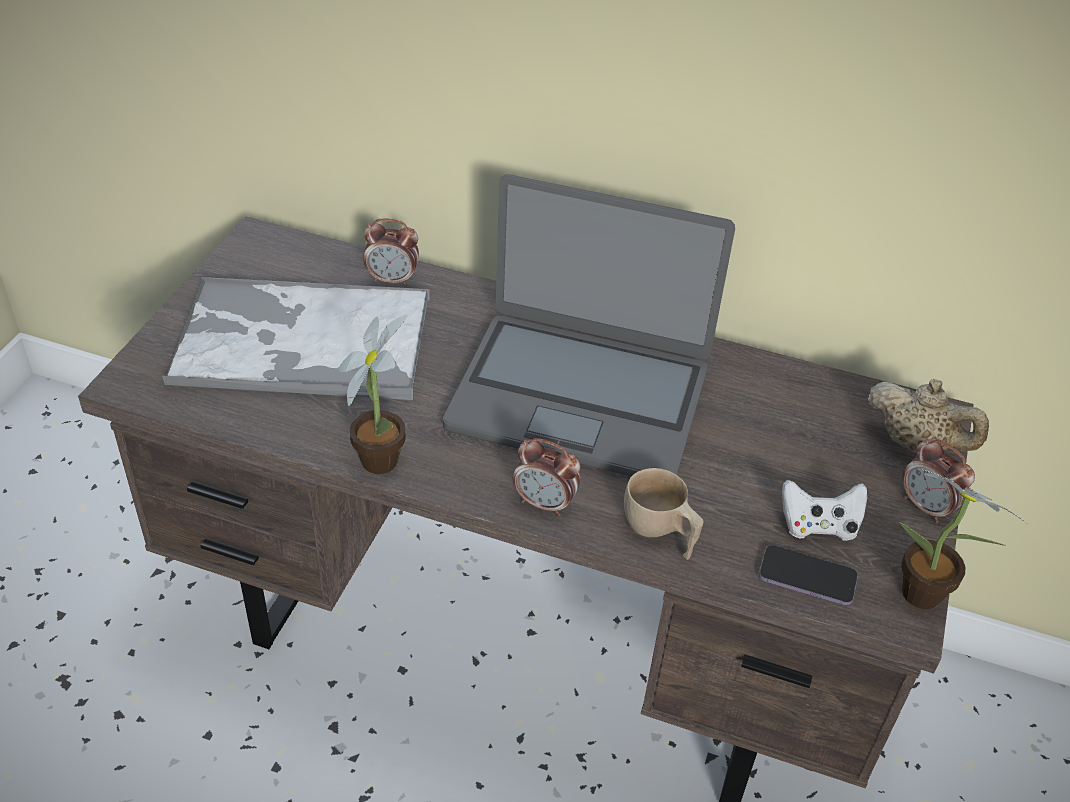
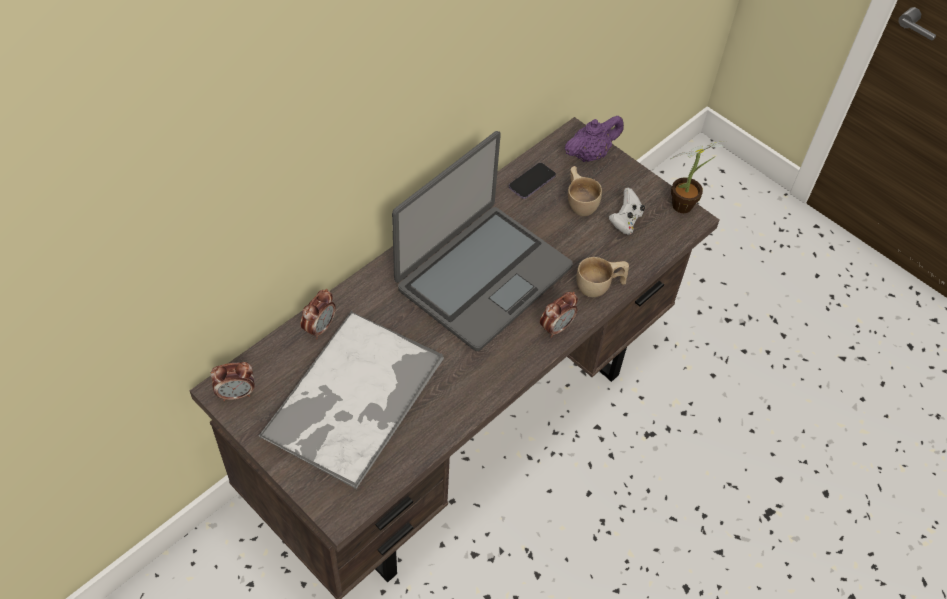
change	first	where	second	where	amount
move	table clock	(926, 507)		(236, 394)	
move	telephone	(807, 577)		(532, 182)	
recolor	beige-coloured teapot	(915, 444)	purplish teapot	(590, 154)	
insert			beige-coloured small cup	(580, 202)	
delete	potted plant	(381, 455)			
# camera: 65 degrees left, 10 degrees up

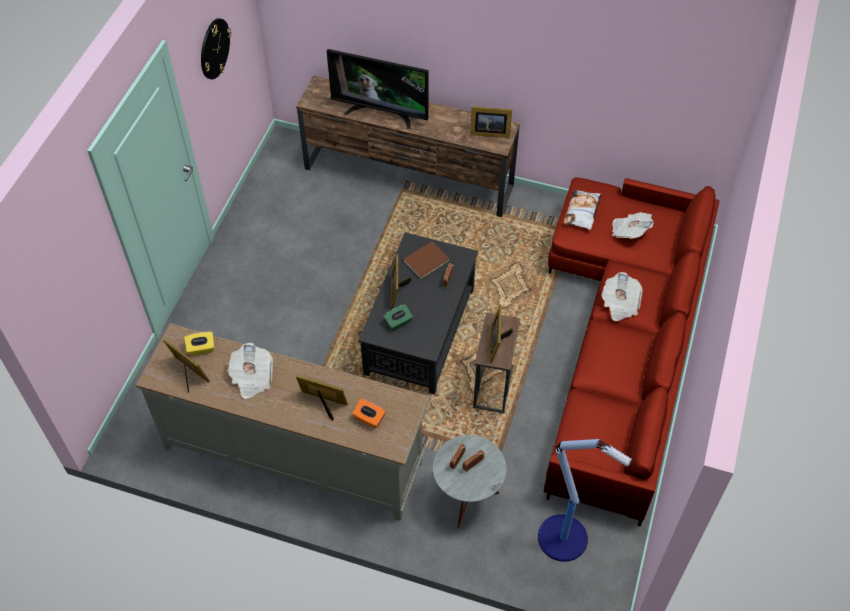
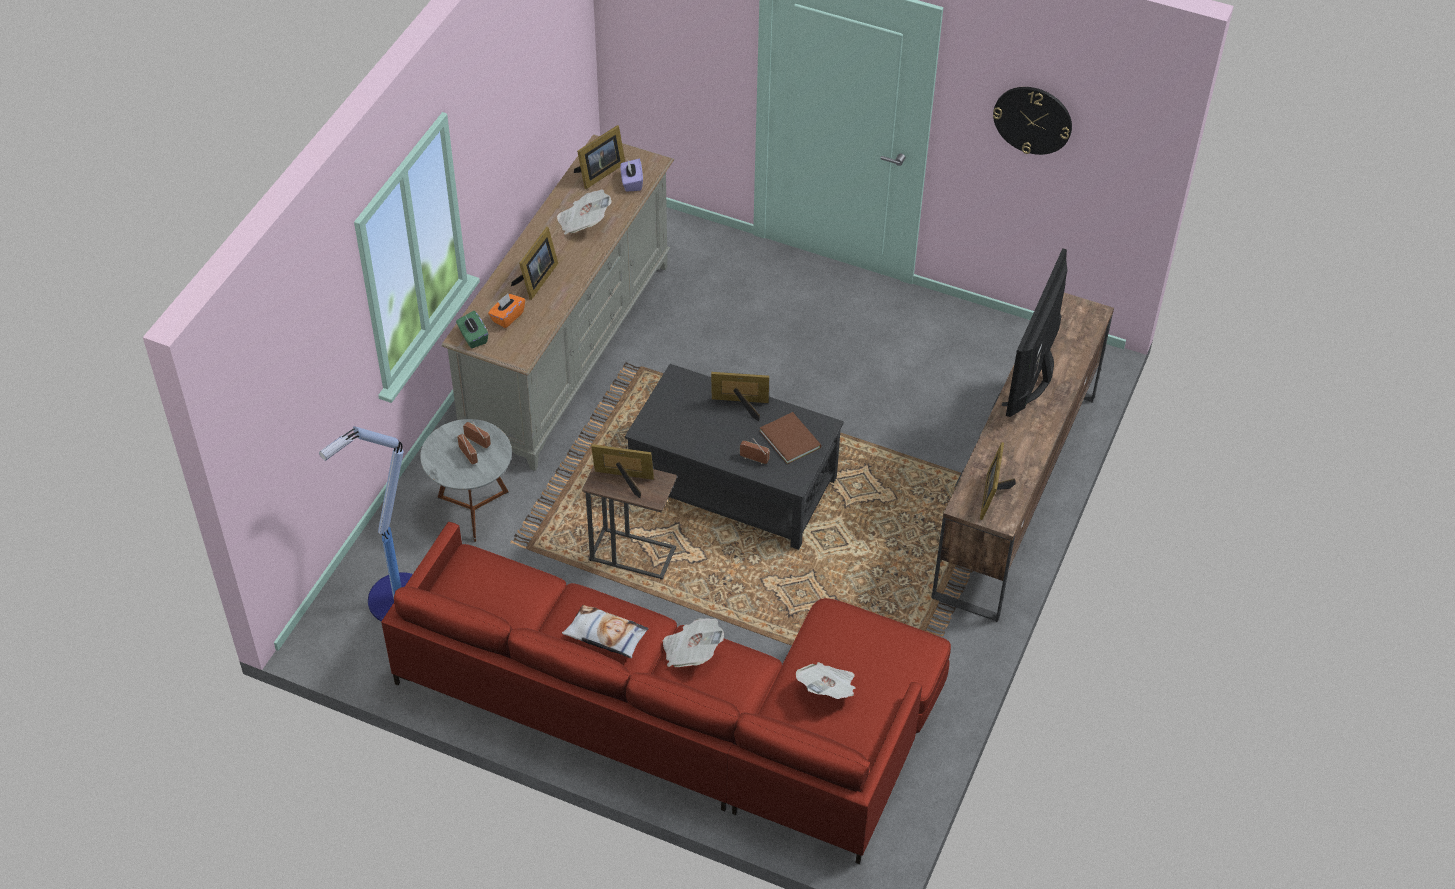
change	first	where	second	where	amount
move	green-coloured box of tissues	(398, 322)		(473, 337)	
move	pillow	(582, 212)		(605, 635)	
recolor	yellowish box of tissues	(201, 349)	purplish box of tissues	(631, 182)	
# camera: 95 degrees right, 5 degrees down

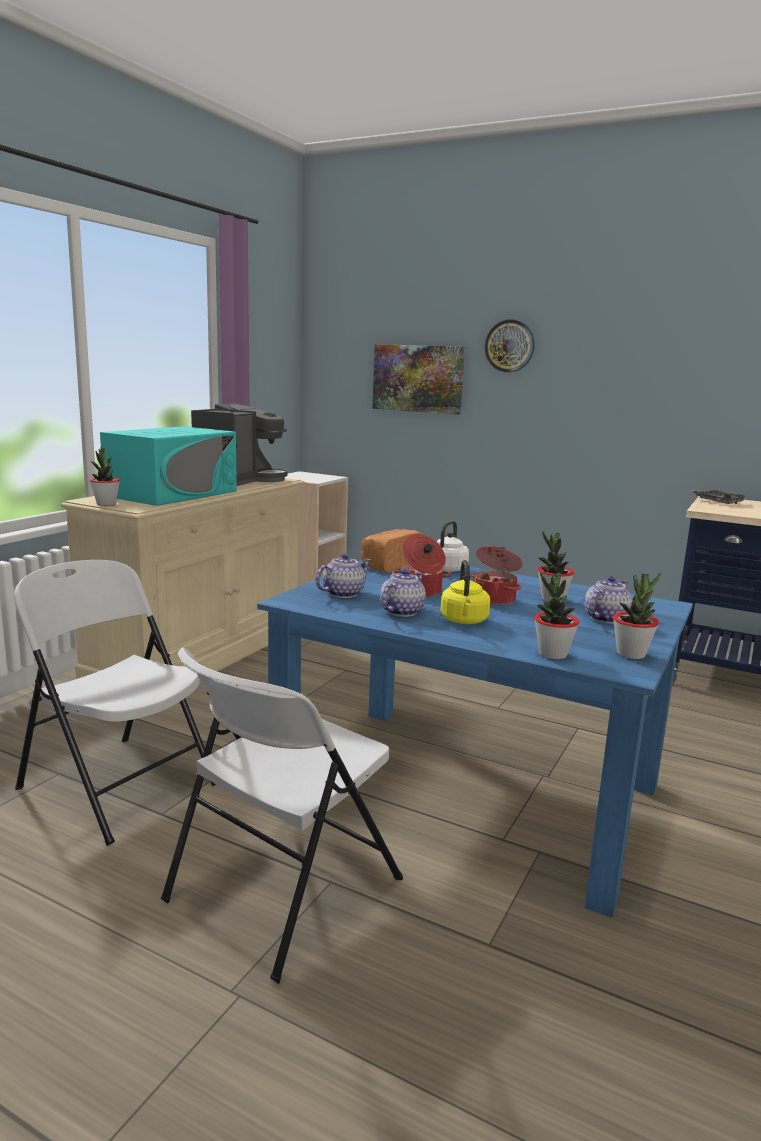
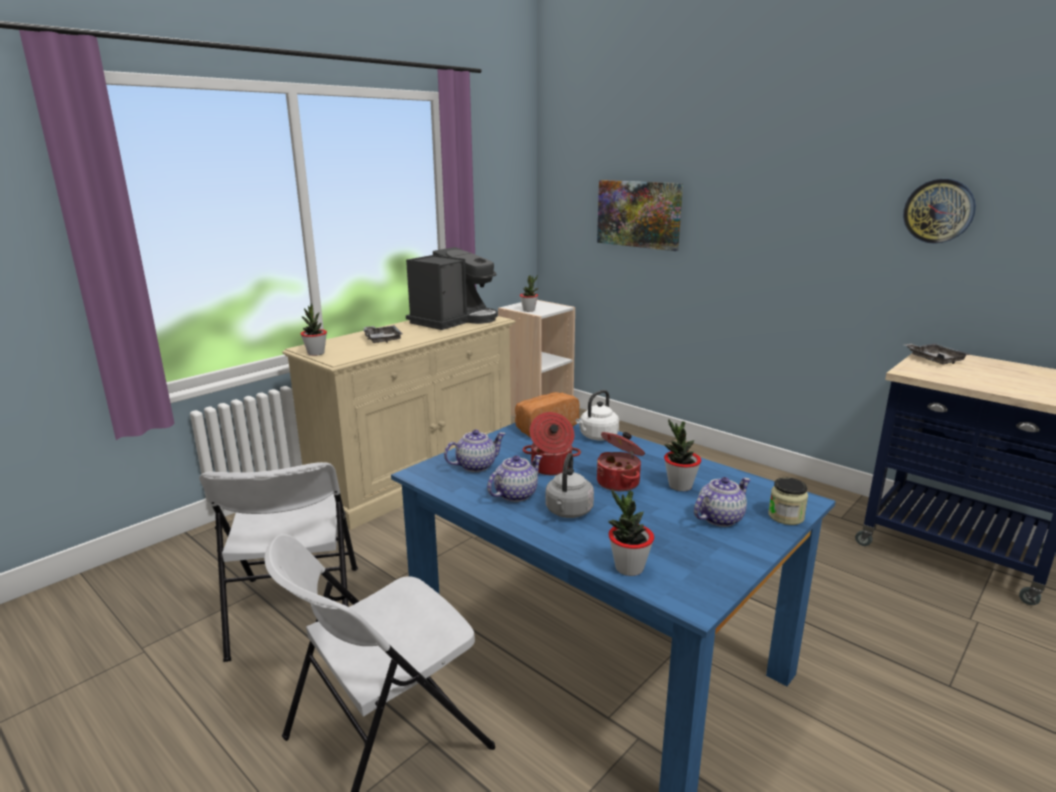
change	first	where	second	where	amount
rotate	whitish plain chair	(119, 786)		(296, 611)	150 degrees counterclockwise
replace	turquoise kitchen microwave	(173, 493)	greyish carrying tray	(382, 339)	
move	potted plant	(631, 654)		(529, 310)	
recolor	yellowish water kettle	(464, 621)	greyish water kettle	(568, 512)	
insert			preserve jar	(786, 516)	
move	wall clock	(509, 346)		(939, 211)	
# camera: 15 degrees right, 5 degrees up

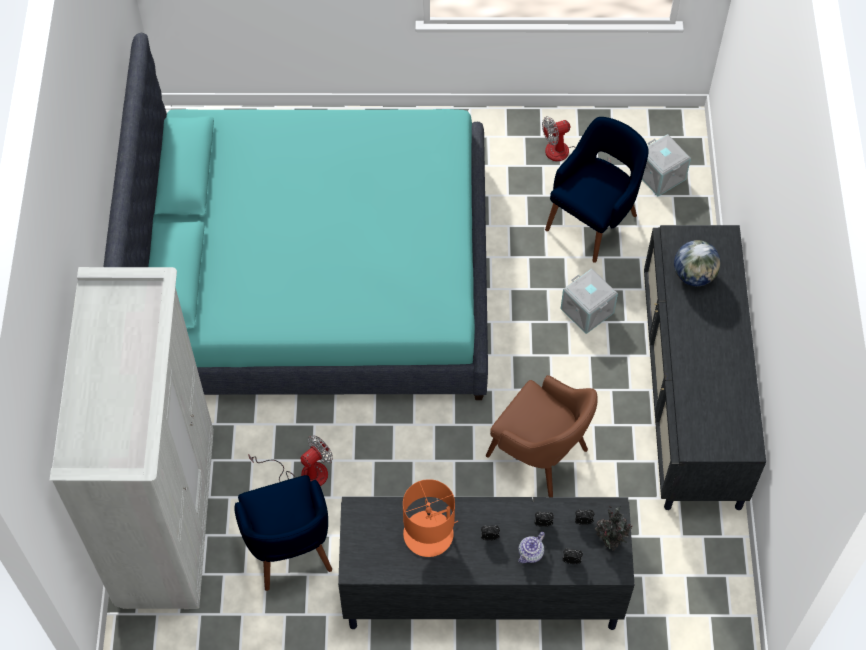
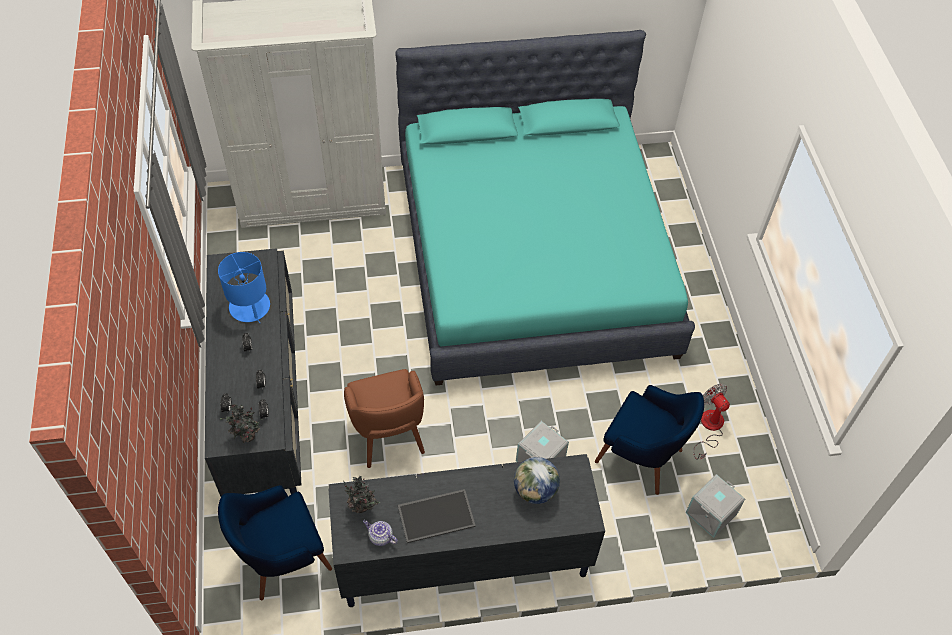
change	first	where	second	where	amount
recolor	orangey table lamp	(429, 534)	blue-coloured table lamp	(250, 307)	
move	blue-coloured lounge chair	(289, 547)		(282, 558)	
insert			potted plant	(362, 506)	
rotate	brownish lounge chair	(539, 454)		(388, 433)	45 degrees counterclockwise
move	teapot	(530, 554)		(380, 537)	
insert			carrying tray	(436, 515)	
delete	fan	(304, 473)			
# camera: 80 degrees right, 5 degrees down

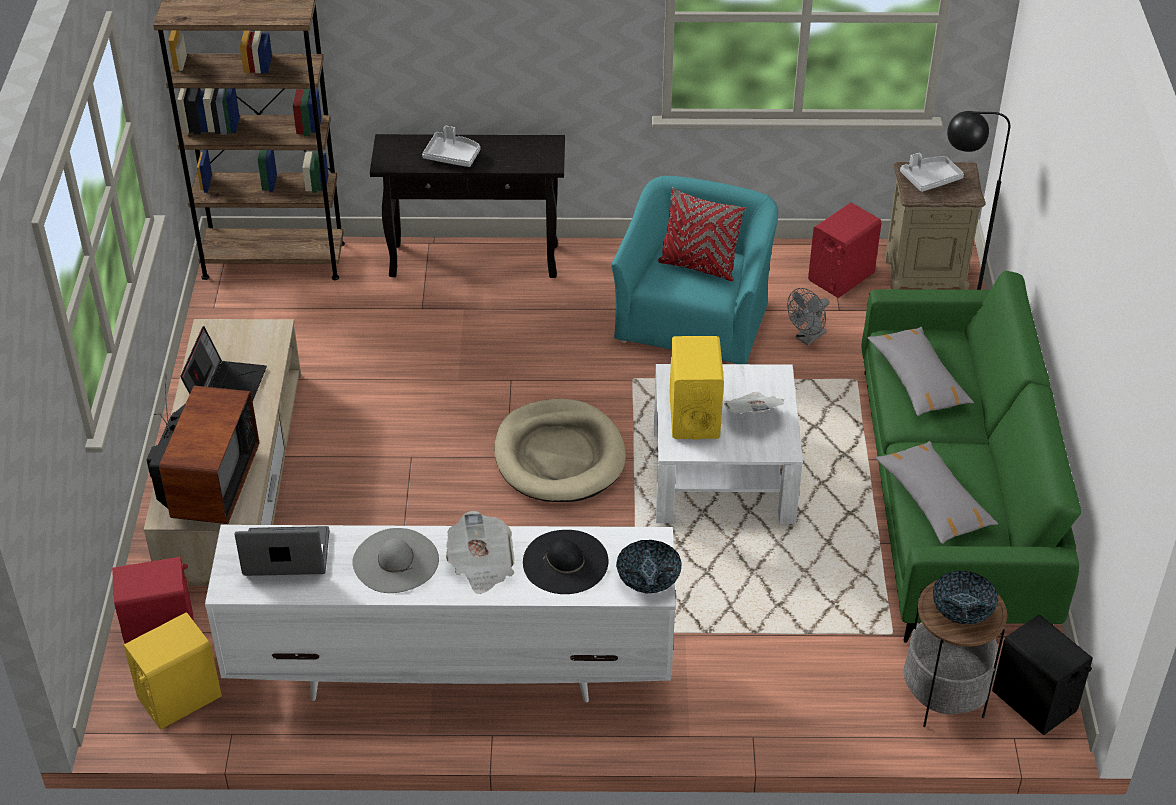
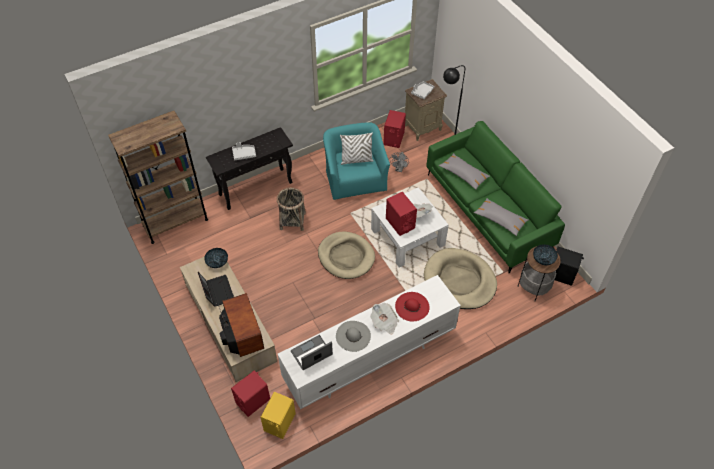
change	first	where	second	where	amount
move	deep dish	(648, 579)		(217, 262)	
insert			household basket	(292, 221)	
recolor	red-coloured pillow	(698, 266)	whitish pillow	(356, 160)	
recolor	yellowish audio speaker	(694, 416)	red-coloured audio speaker	(400, 223)	
recolor	blackish wearable hat	(565, 562)	red-coloured wearable hat	(412, 306)	
insert			beige-coloured dog bed	(459, 281)	
# camera: 30 degrees left, 10 degrees up

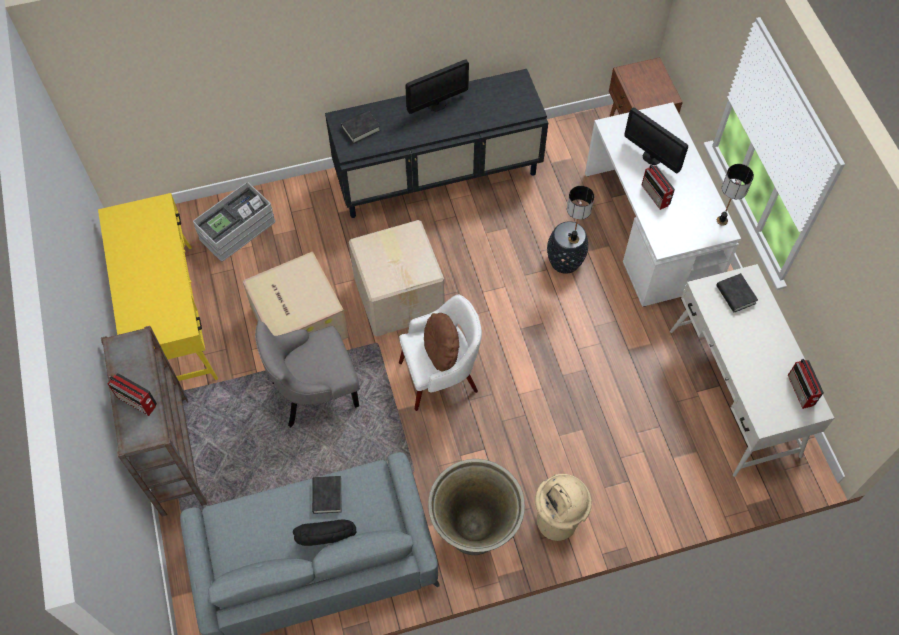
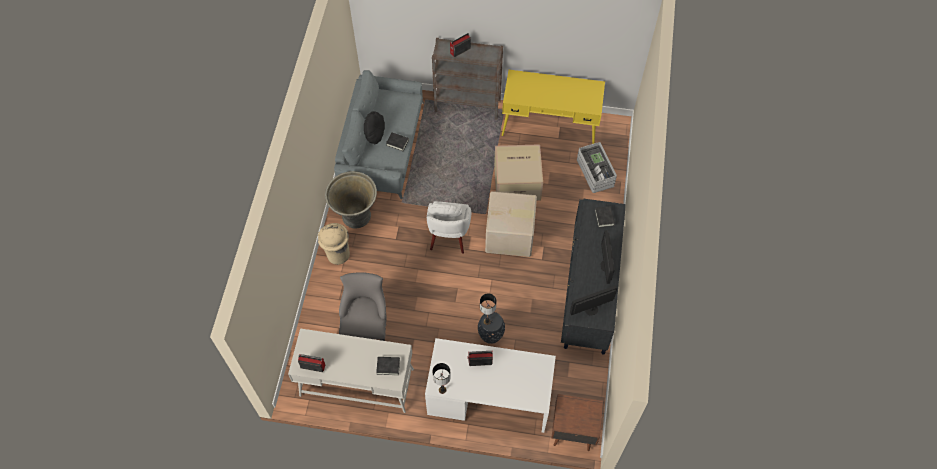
change	first	where	second	where	amount
move	greyish plain chair	(316, 391)		(366, 327)	
recolor	brownish pillow	(441, 353)	whitish pillow	(445, 217)	
move	monitor	(651, 157)		(591, 310)	
# camera: 115 degrees right, 0 degrees up

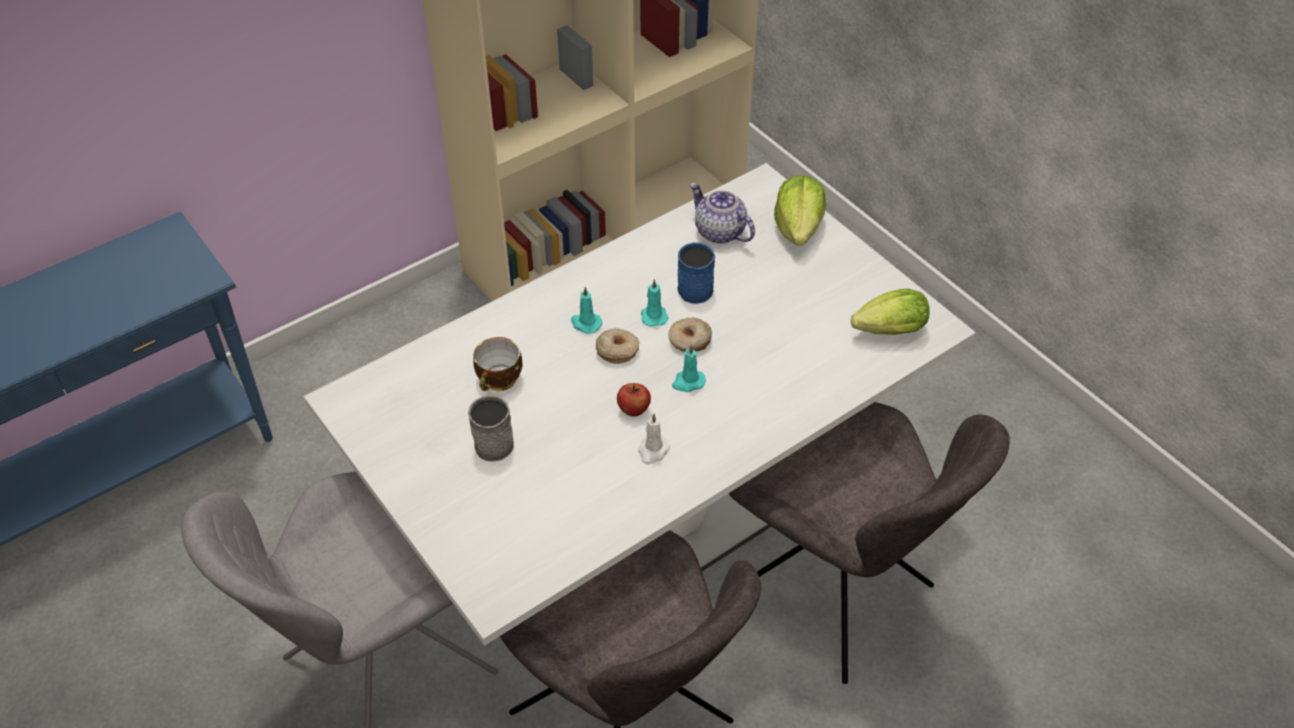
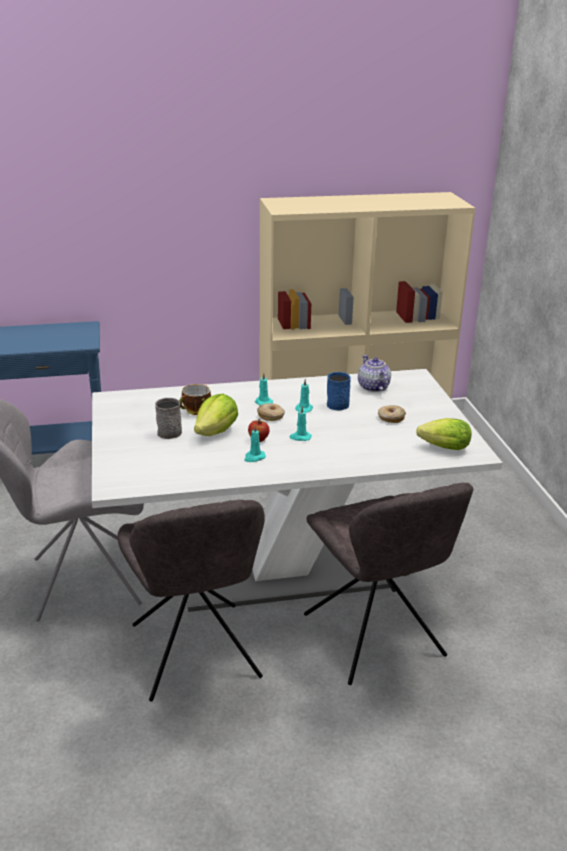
change	first	where	second	where	amount
move	lettuce head	(798, 228)		(216, 432)	
recolor	whitish candle	(652, 451)	turquoise candle	(254, 457)	
move	doughnut	(689, 341)		(390, 418)	
# camera: 25 degrees right, 20 degrees down

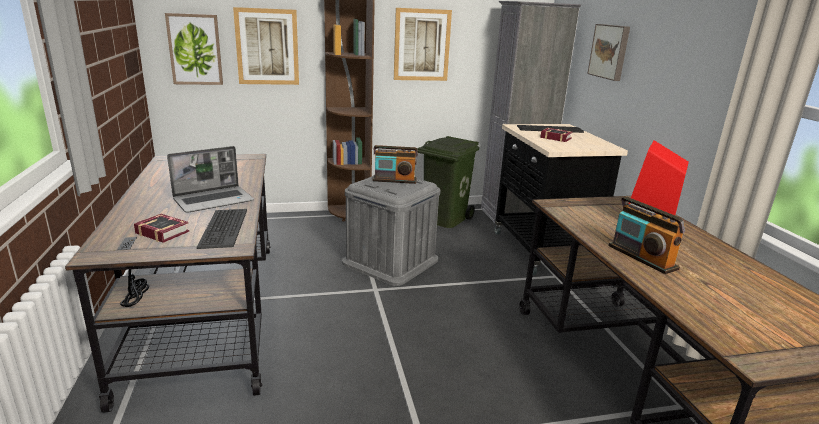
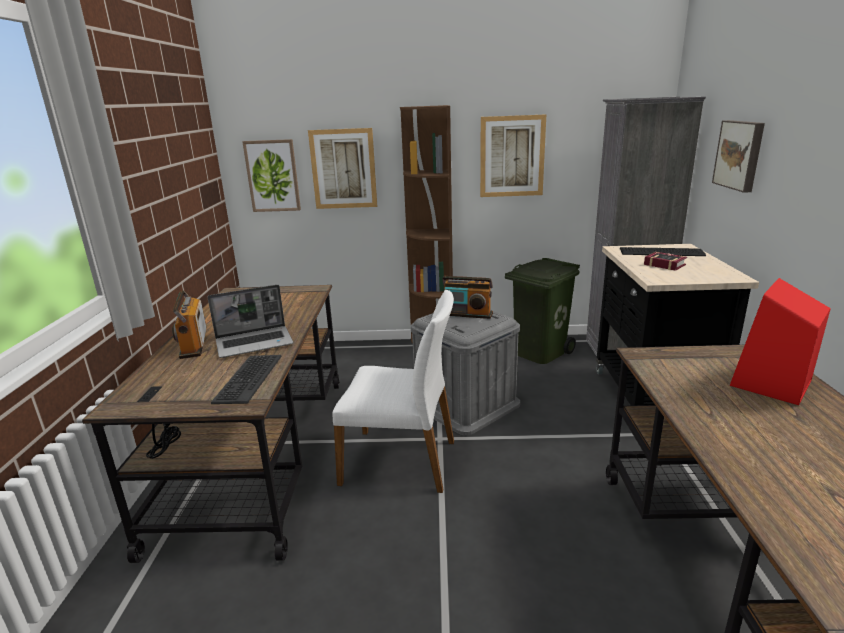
change	first	where	second	where	amount
move	radio receiver	(642, 257)		(193, 345)	
insert			whitish plain chair	(401, 461)	
delete	volume	(162, 231)			
# camera: 15 degrees right, 0 degrees up

